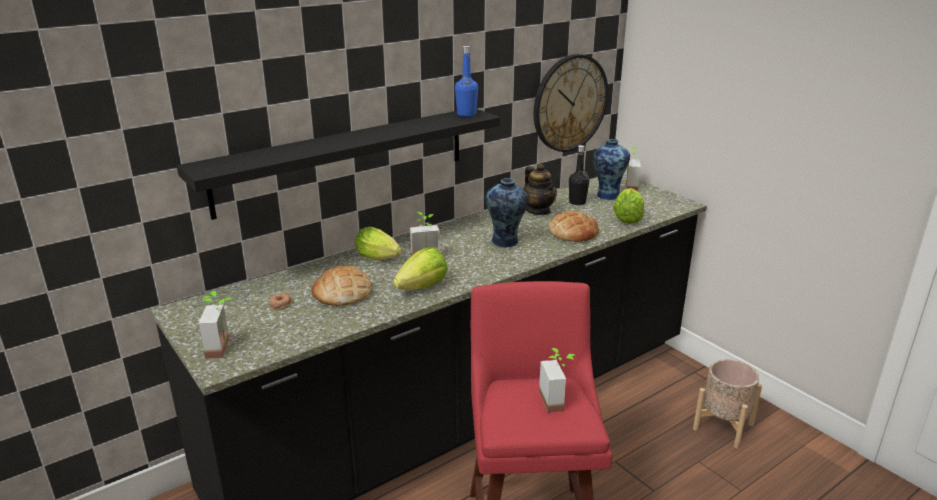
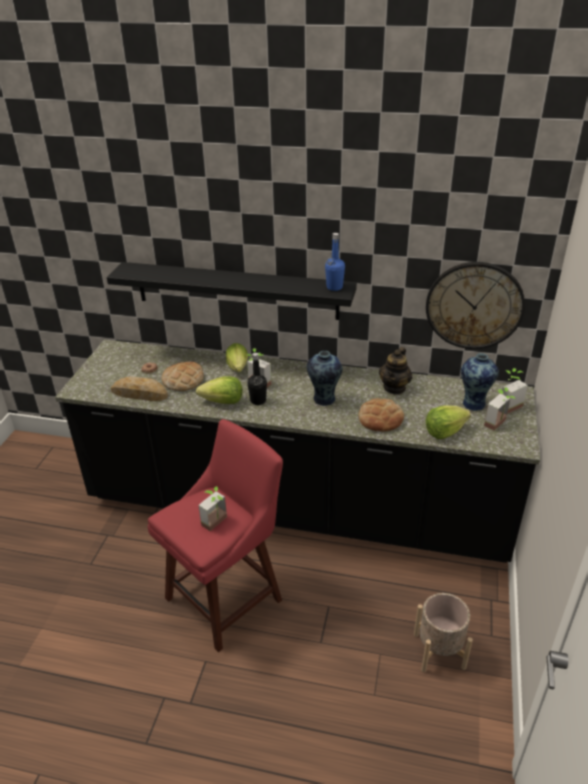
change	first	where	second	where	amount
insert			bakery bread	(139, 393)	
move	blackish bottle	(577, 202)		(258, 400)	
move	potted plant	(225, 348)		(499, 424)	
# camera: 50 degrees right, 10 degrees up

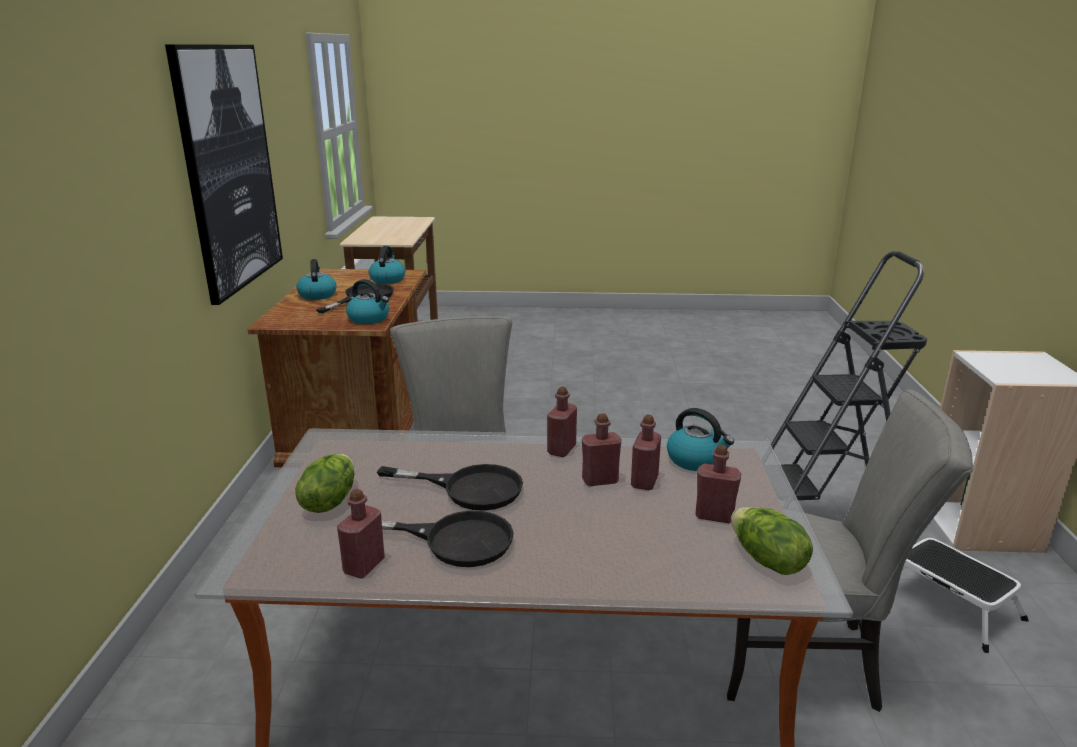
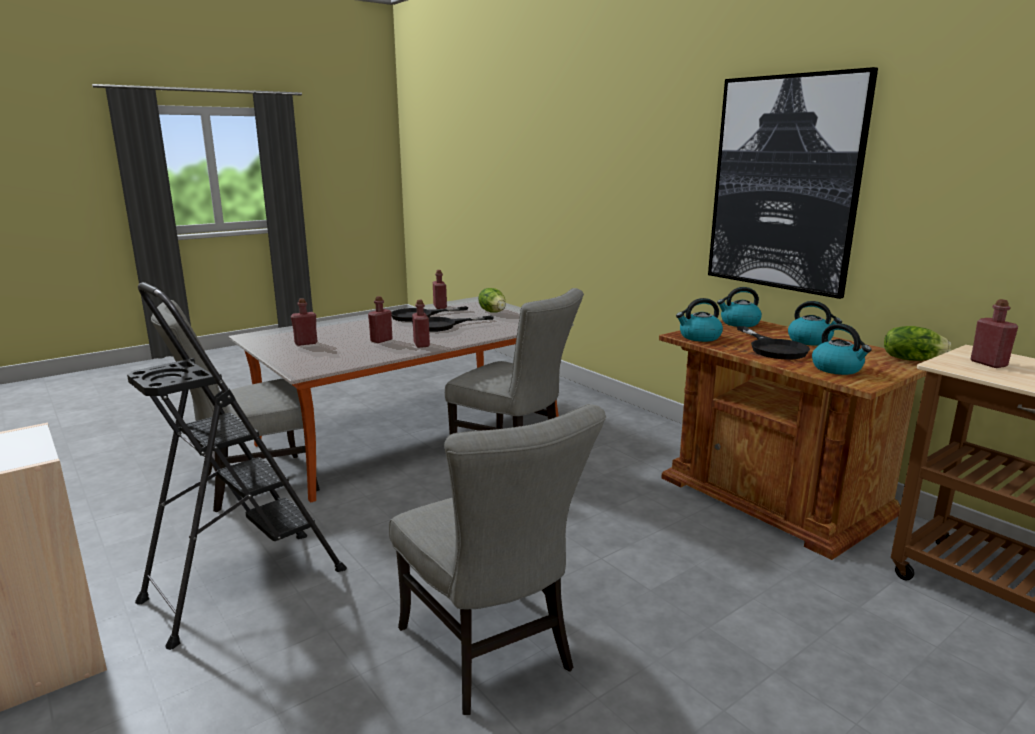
change	first	where	second	where	amount
insert			greyish plain chair	(492, 653)	
move	water kettle	(696, 460)		(739, 323)	
move	lettuce head	(766, 560)		(911, 359)	
move	red-coloured bottle	(644, 482)		(988, 363)	
delete	blackish stepladder	(949, 604)			
# camera: 140 degrees right, 5 degrees down

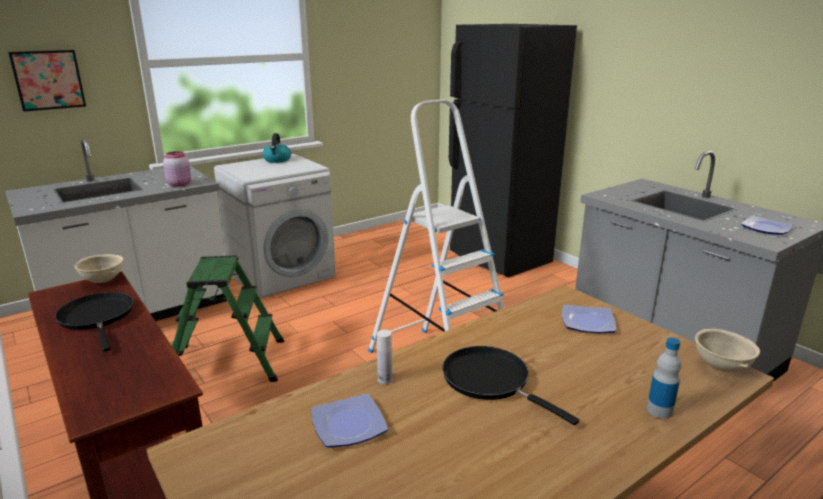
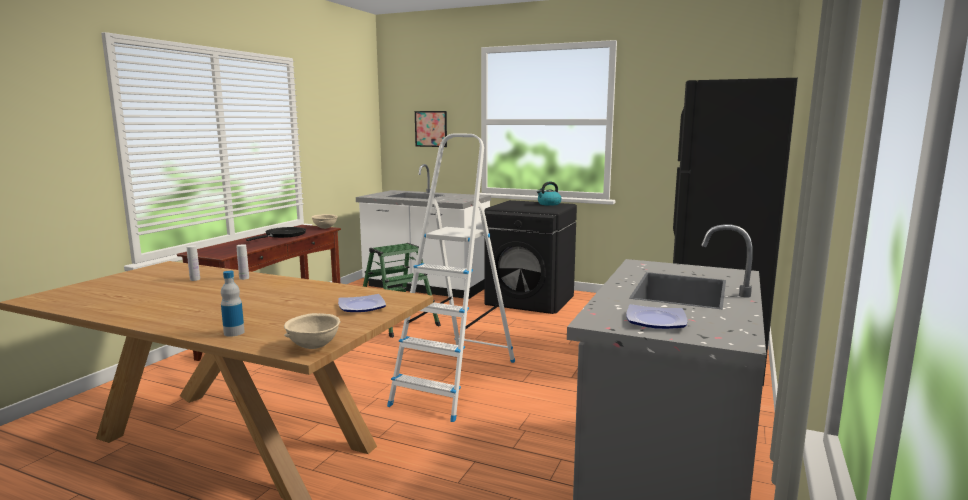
change	first	where	second	where	amount
replace	flat dish	(347, 424)	whitish bottle	(195, 279)	
recolor	whitish laundry machine	(284, 274)	blackish laundry machine	(529, 300)	
delete	pink-coloured preserve jar	(180, 184)			
delete	blackish skillet	(490, 381)			
# camera: 60 degrees right, 10 degrees down

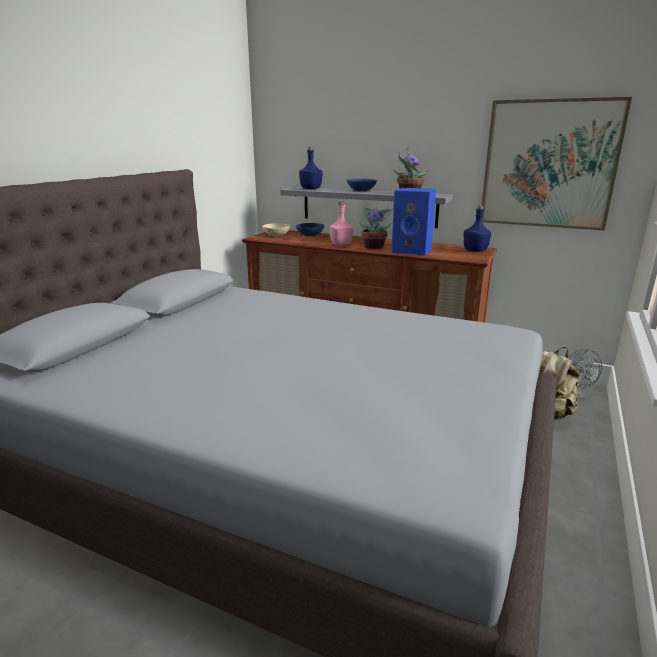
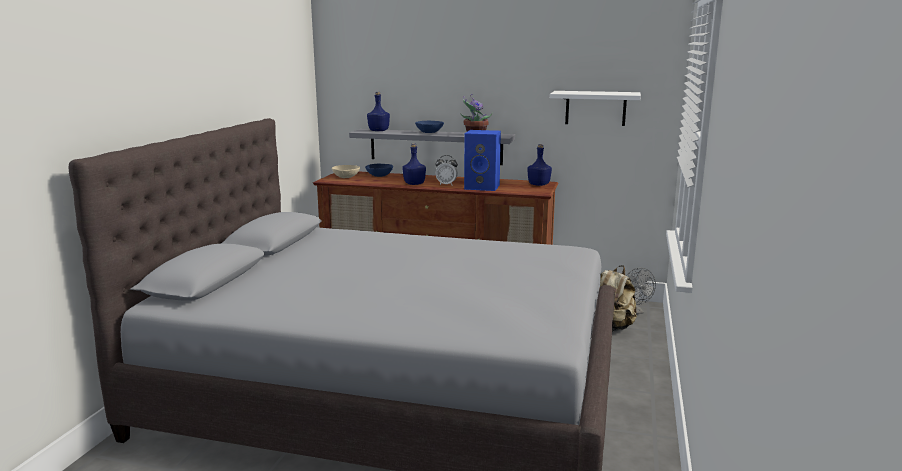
change	first	where	second	where	amount
recolor	pink-coloured bottle	(341, 245)	blue-coloured bottle	(414, 184)	
replace	potted plant	(374, 247)	table clock	(446, 184)	
replace	picture	(548, 165)	whitish shelf	(595, 108)	
# camera: 10 degrees left, 5 degrees down

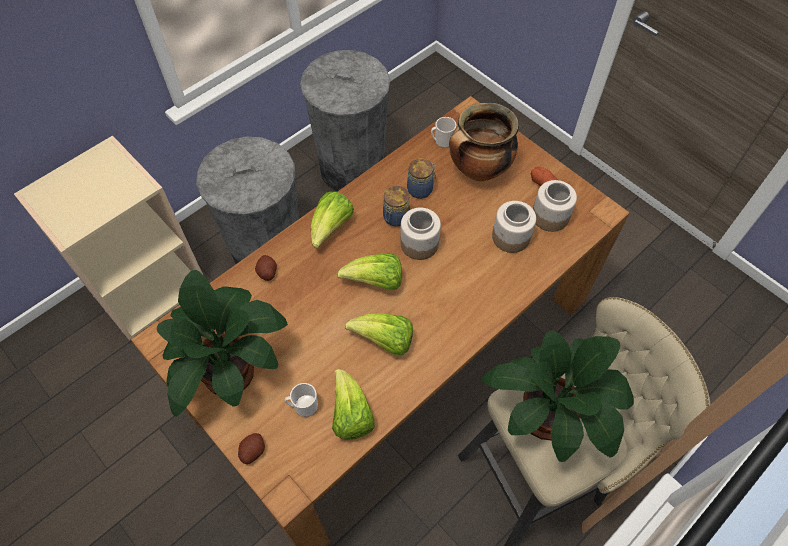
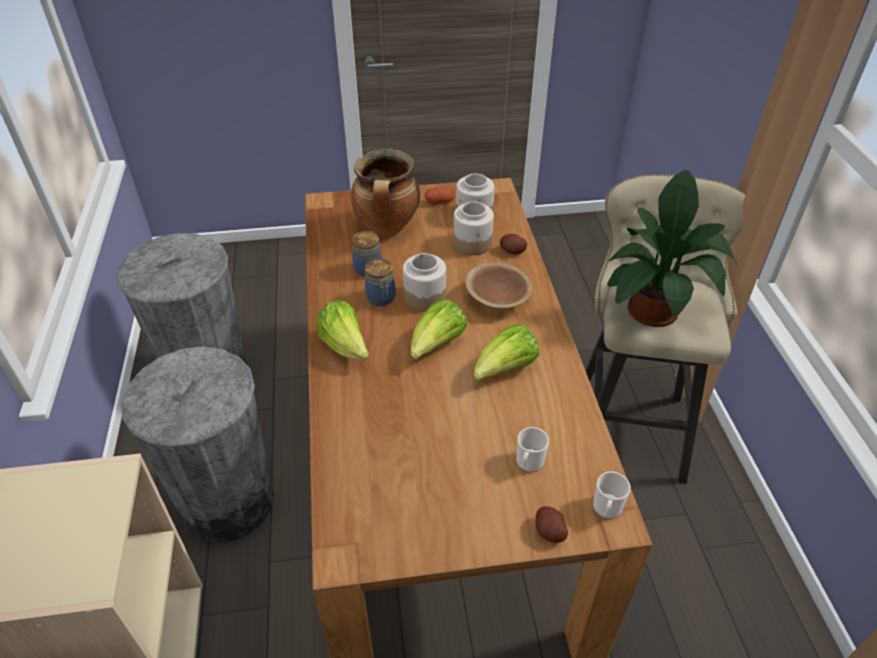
change	first	where	second	where	amount
insert			brownish deep dish	(497, 298)	
move	spud	(267, 272)		(512, 251)	
move	mug	(442, 141)		(606, 509)	
delete	potted plant	(231, 368)			
delete	lettuce head	(351, 414)			
# camera: 55 degrees left, 15 degrees down

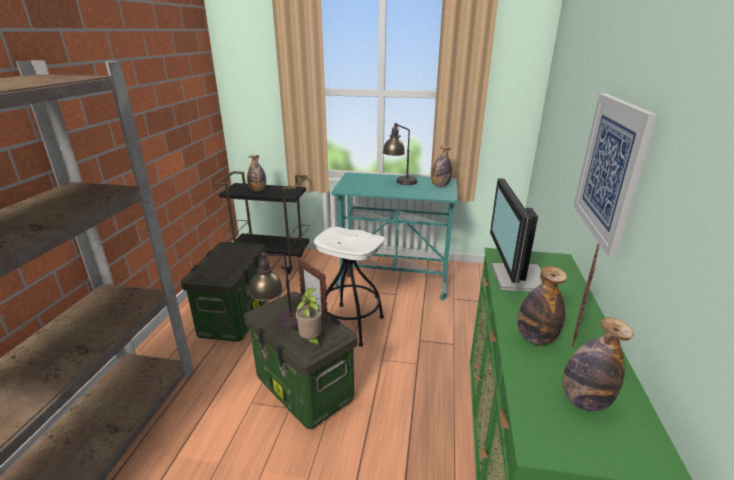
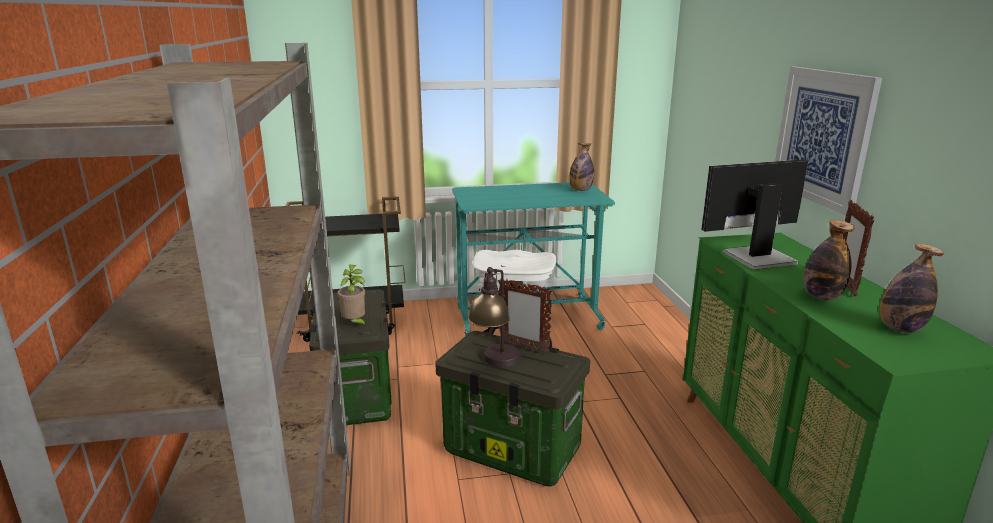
change	first	where	second	where	amount
move	potted plant	(311, 340)		(355, 324)	
rotate	monitor	(516, 278)		(756, 257)	90 degrees clockwise
delete	bottle	(258, 190)			
delete	table lamp	(399, 183)			
# camera: 20 degrees left, 5 degrees down

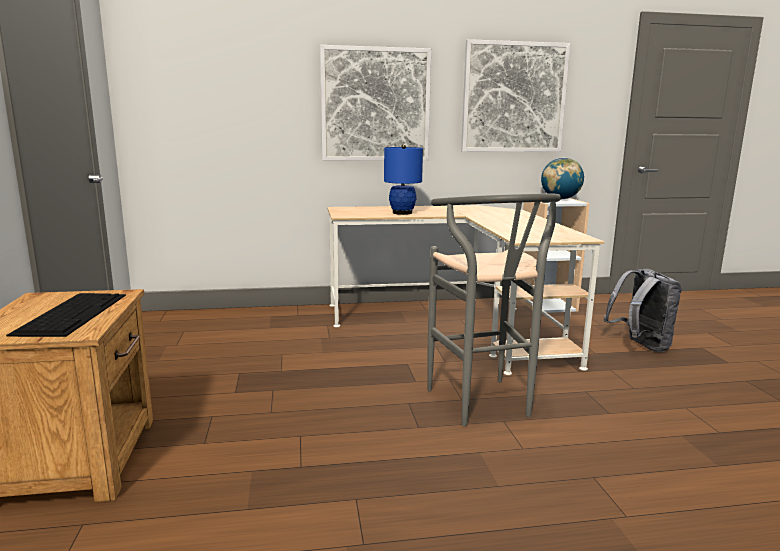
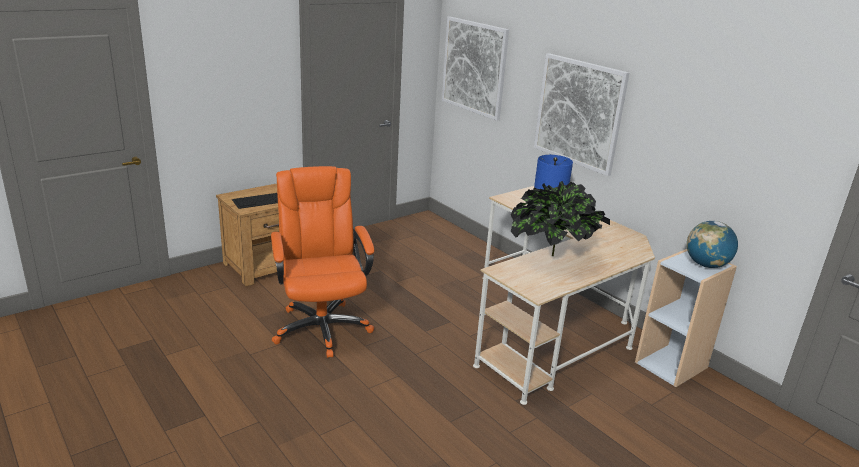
change	first	where	second	where	amount
insert			orangey computer chair	(321, 329)	
move	picture	(514, 98)		(474, 67)	
insert			potted plant	(553, 257)	
delete	greyish sitting stool	(484, 407)			
delete	greyish knapsack	(640, 346)			
# camera: 60 degrees right, 10 degrees up

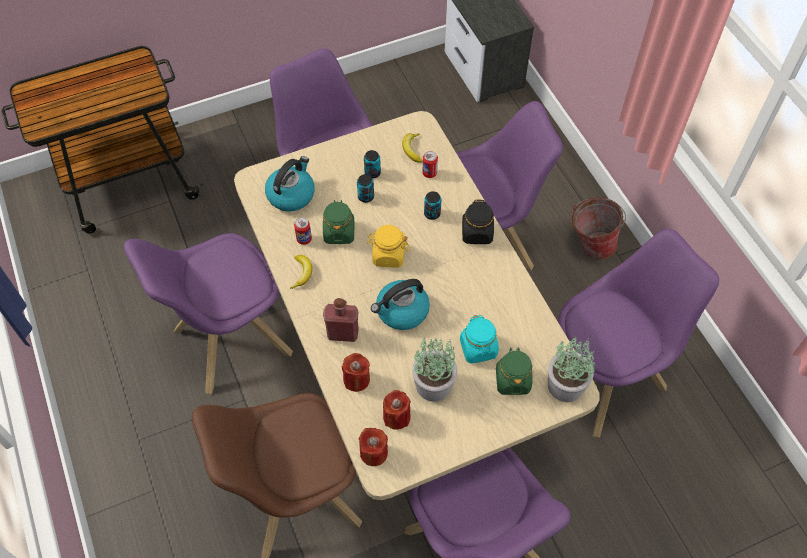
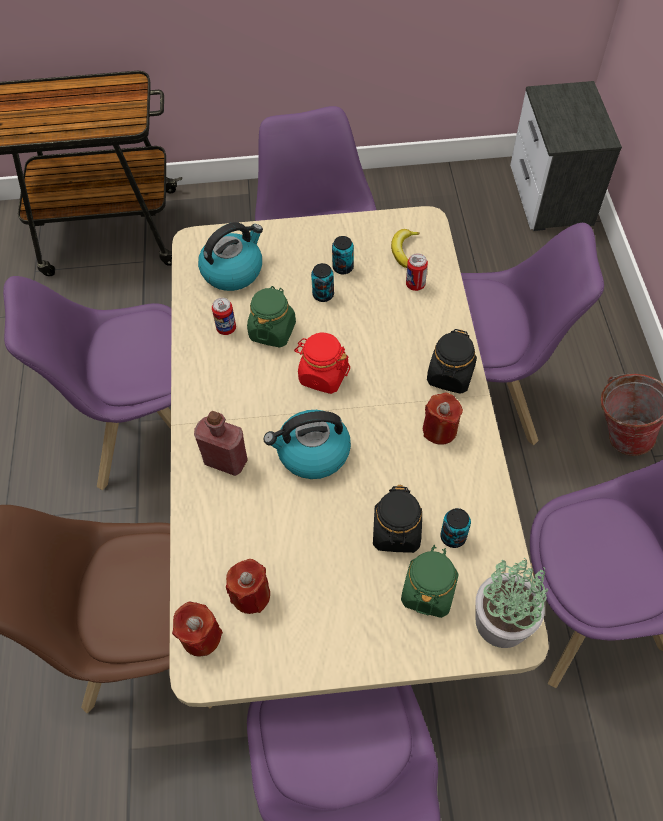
change	first	where	second	where	amount
recolor	yellowish preserve jar	(388, 255)	red-coloured preserve jar	(323, 375)	
recolor	turquoise preserve jar	(478, 348)	blackish preserve jar	(396, 532)	
move	red-coloured candle	(356, 379)		(440, 430)	
move	metal can	(432, 214)		(453, 536)	
delete	whole banana	(302, 273)			
delete	potted plant	(434, 384)			
# camera: 20 degrees right, 0 degrees up

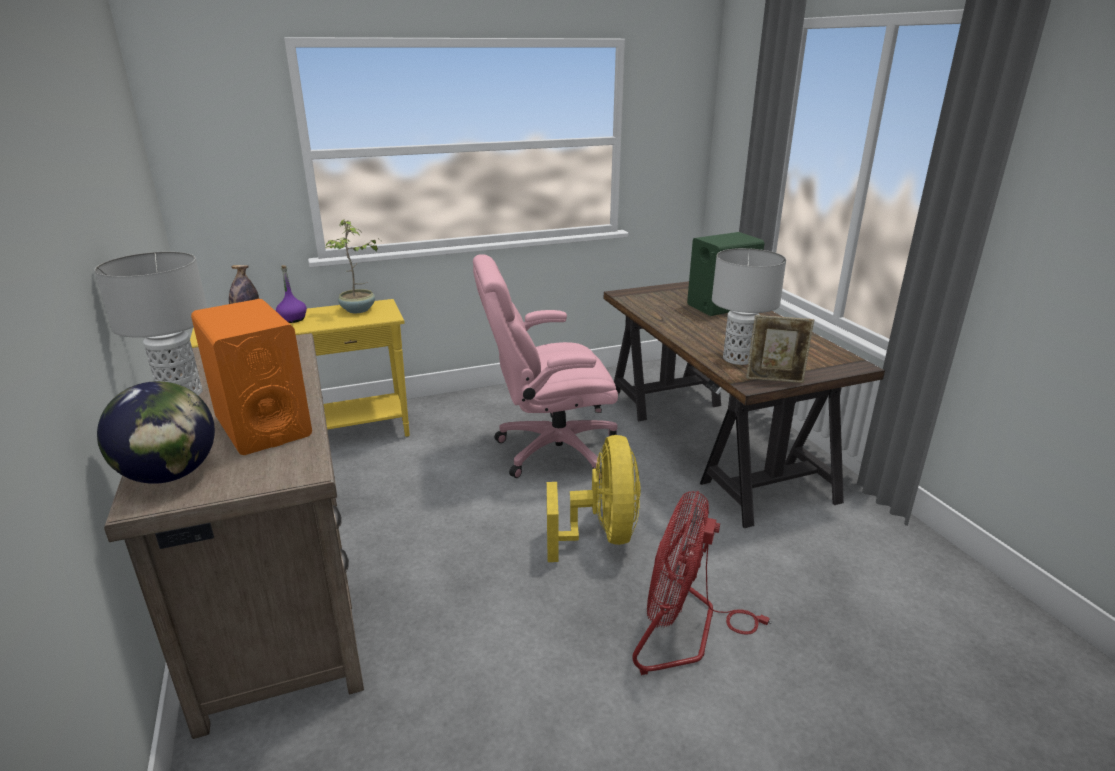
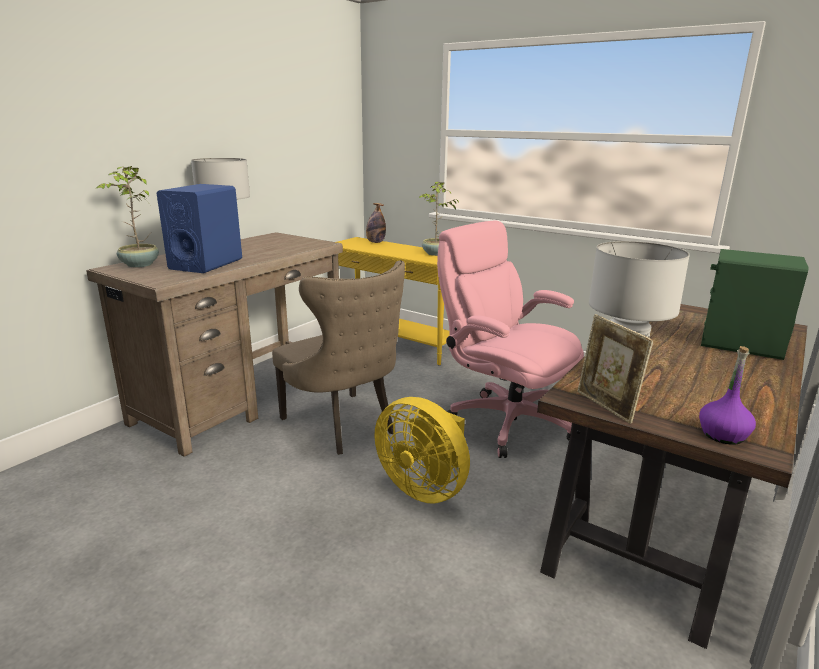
change	first	where	second	where	amount
replace	world globe	(170, 475)	potted plant	(139, 265)	
recolor	orangey audio speaker	(263, 426)	blue-coloured audio speaker	(206, 264)	
insert			beige-coloured plain chair	(344, 425)	
rotate	yellowish fan	(601, 535)		(424, 487)	75 degrees clockwise
move	purplish bottle	(293, 319)		(723, 435)	
delete	red-coloured fan	(686, 625)			
# camera: 55 degrees right, 5 degrees down

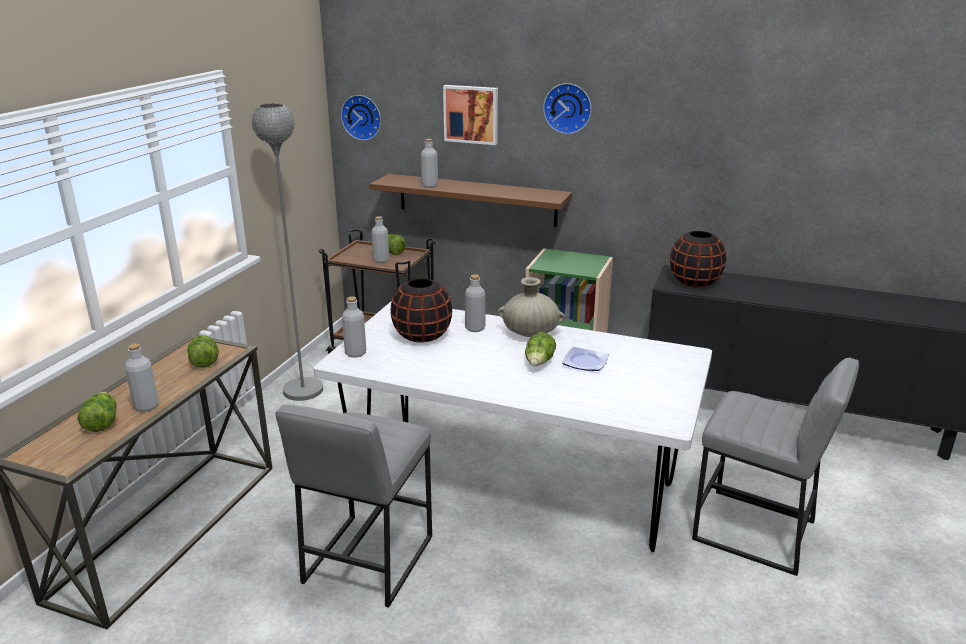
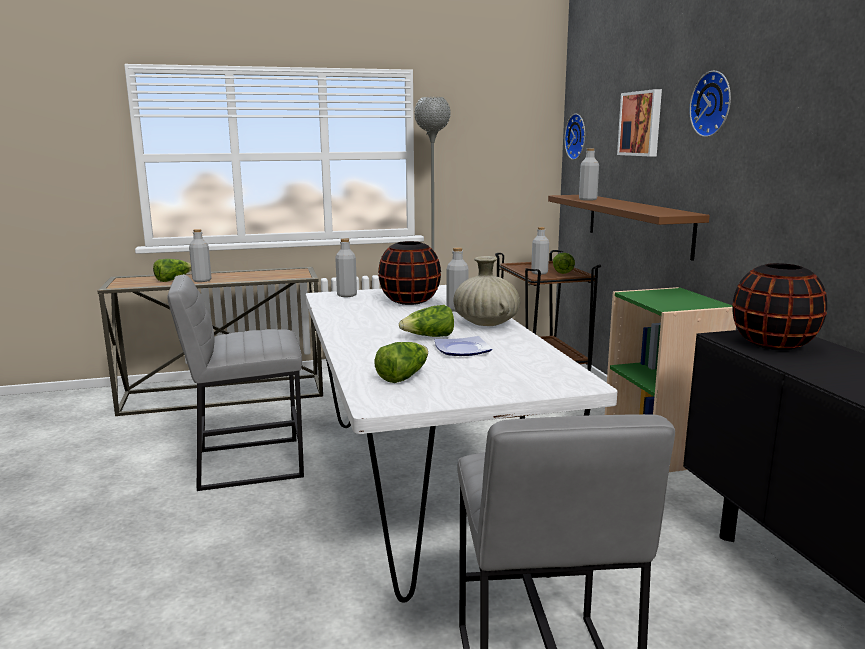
change	first	where	second	where	amount
move	lettuce head	(204, 361)		(403, 376)	
# camera: 55 degrees right, 10 degrees down

